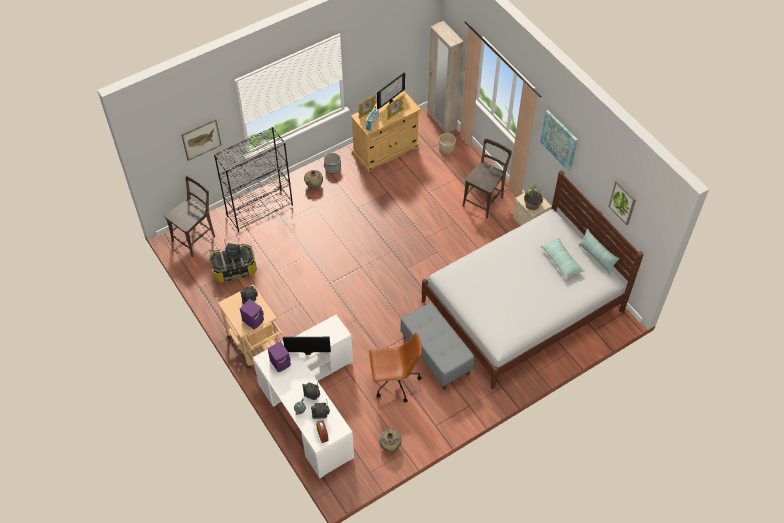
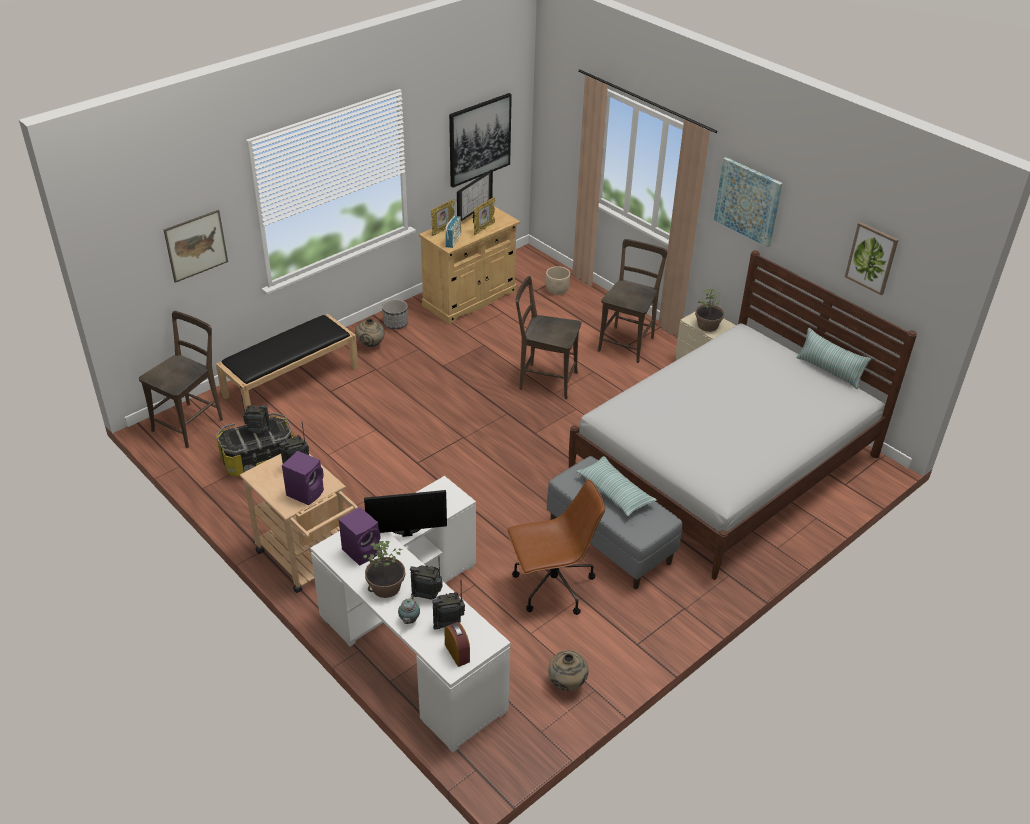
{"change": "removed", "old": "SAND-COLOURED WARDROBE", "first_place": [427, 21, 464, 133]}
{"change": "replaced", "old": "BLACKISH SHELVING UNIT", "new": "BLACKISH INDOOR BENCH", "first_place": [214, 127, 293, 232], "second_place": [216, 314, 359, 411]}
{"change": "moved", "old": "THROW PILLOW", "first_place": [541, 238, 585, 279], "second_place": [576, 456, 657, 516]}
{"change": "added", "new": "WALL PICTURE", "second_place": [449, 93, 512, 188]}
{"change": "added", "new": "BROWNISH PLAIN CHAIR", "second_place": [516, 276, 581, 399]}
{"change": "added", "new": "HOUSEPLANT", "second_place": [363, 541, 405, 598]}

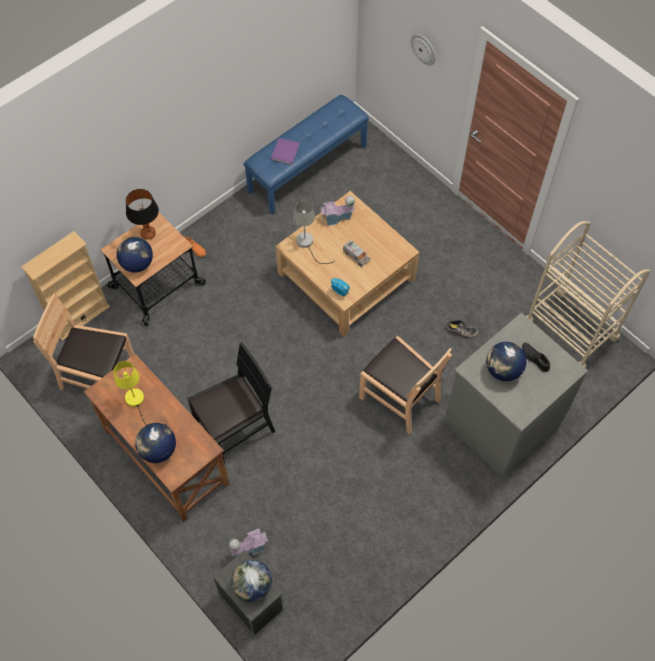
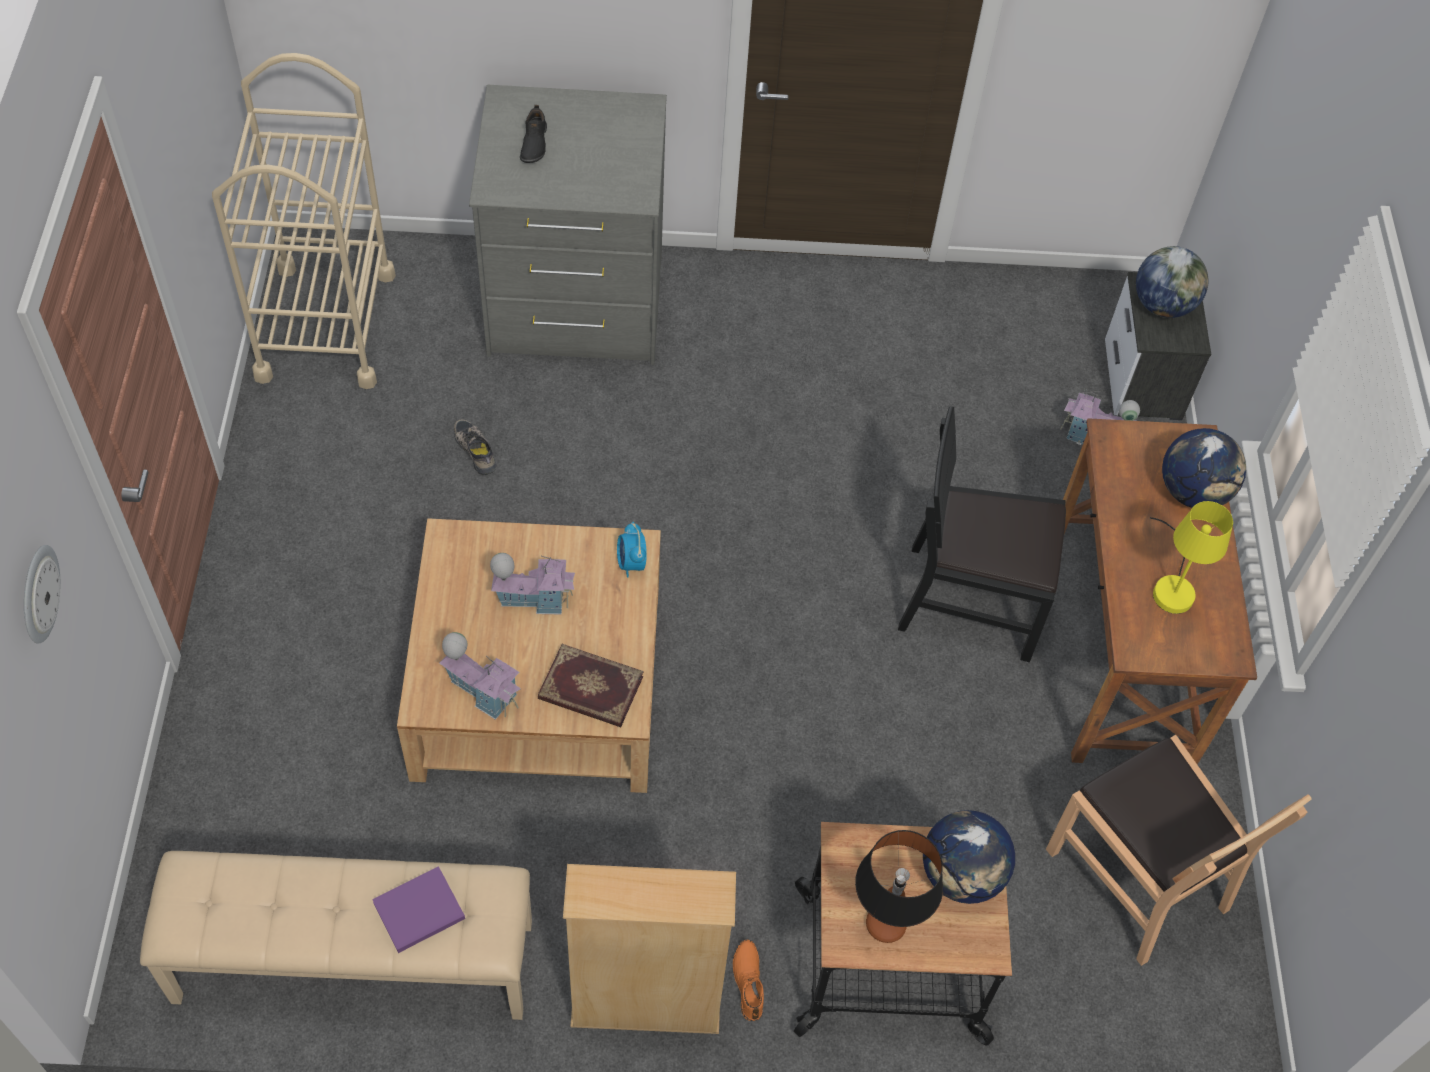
{"change": "recoloured", "old": "BLUISH INDOOR BENCH", "new": "SAND-COLOURED INDOOR BENCH", "first_place": [243, 95, 369, 215], "second_place": [140, 851, 532, 1020]}
{"change": "replaced", "old": "GREYISH TABLE LAMP", "new": "VOLUME", "first_place": [293, 201, 335, 264], "second_place": [538, 644, 643, 727]}
{"change": "moved", "old": "SAND-COLOURED SHELVING UNIT", "first_place": [21, 231, 110, 341], "second_place": [563, 864, 736, 1034]}
{"change": "replaced", "old": "TOY TRUCK", "new": "MODEL HOUSE", "first_place": [343, 240, 370, 266], "second_place": [490, 553, 575, 615]}
{"change": "removed", "old": "BROWNISH PLAIN CHAIR", "first_place": [359, 336, 452, 434]}
{"change": "removed", "old": "DESK GLOBE", "first_place": [486, 342, 527, 381]}

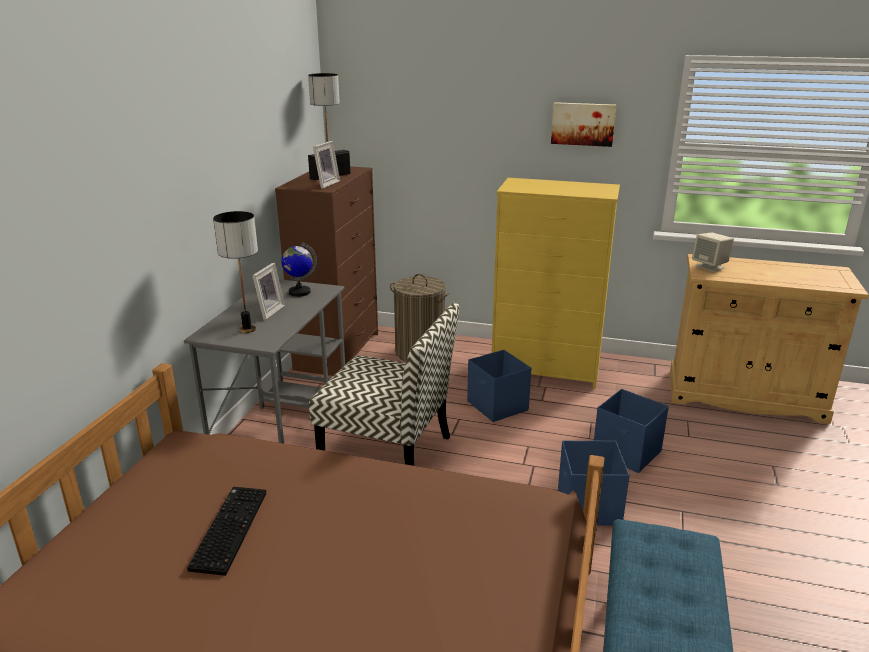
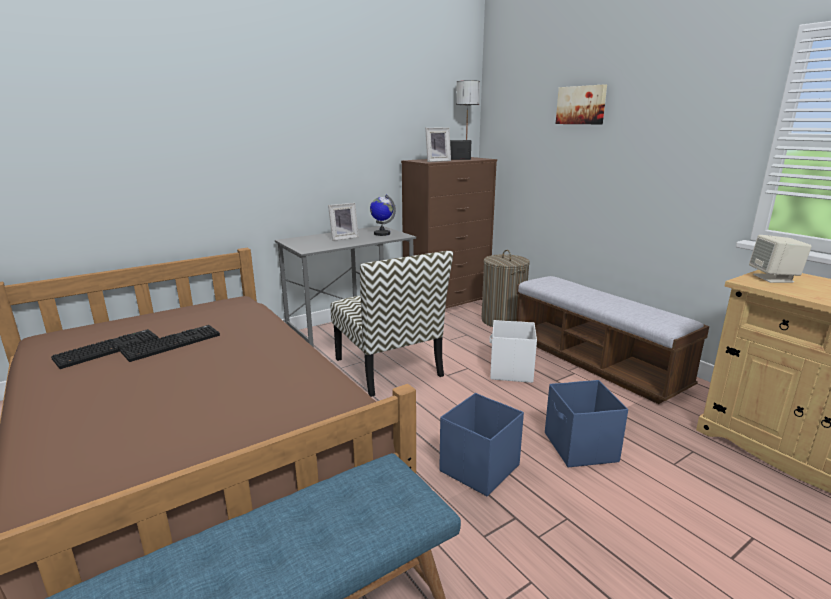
{"change": "moved", "old": "WALL PICTURE", "first_place": [551, 102, 616, 147], "second_place": [556, 84, 607, 124]}
{"change": "replaced", "old": "YELLOW DRESSER", "new": "INDOOR BENCH", "first_place": [492, 178, 620, 389], "second_place": [516, 276, 709, 404]}
{"change": "removed", "old": "TABLE LAMP", "first_place": [213, 211, 258, 333]}
{"change": "recoloured", "old": "BLUISH STORAGE BOX", "new": "WHITE-COLOURED STORAGE BOX", "first_place": [467, 350, 531, 422], "second_place": [490, 320, 537, 383]}
{"change": "added", "new": "KEYBOARD", "second_place": [51, 329, 159, 369]}

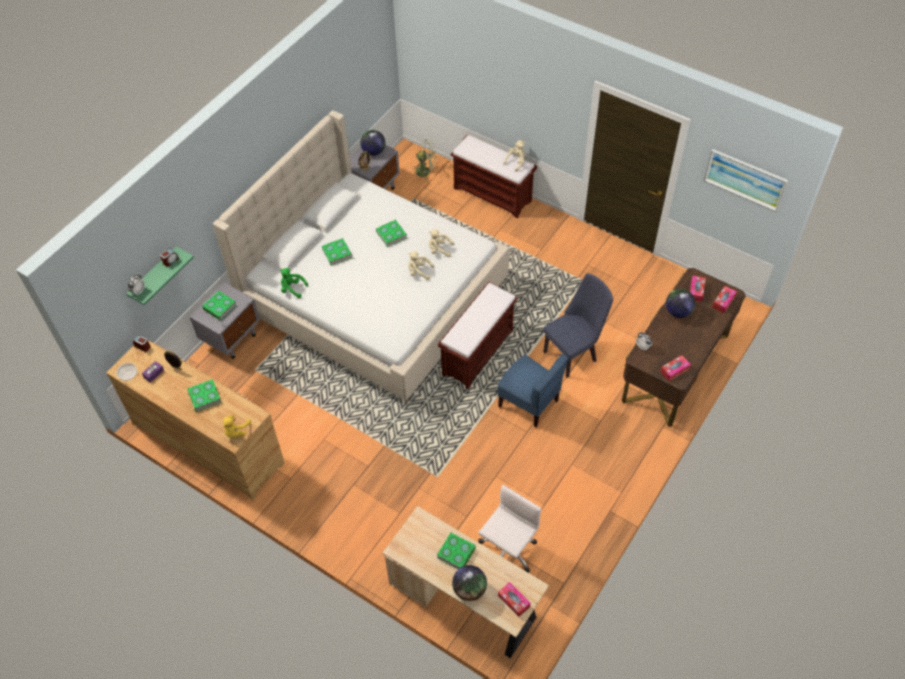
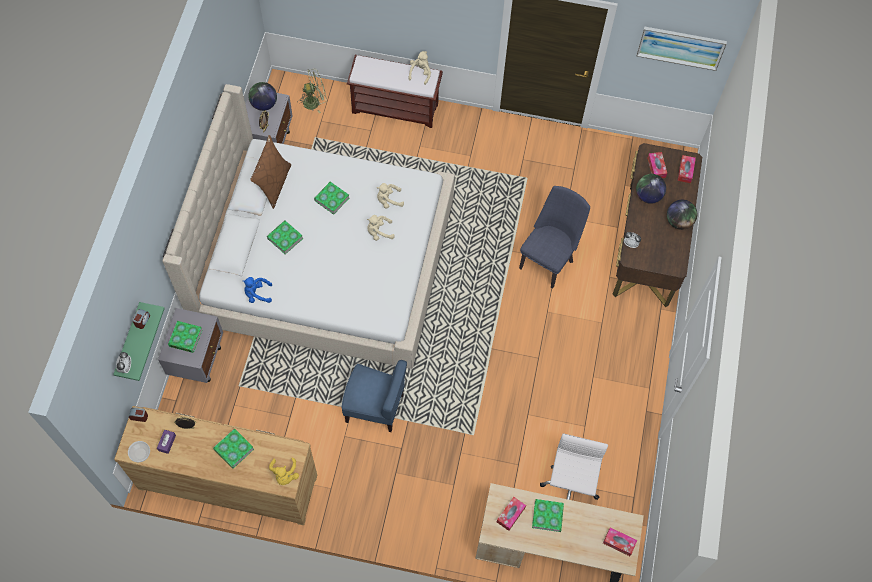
{"change": "recoloured", "old": "GREEN SOFT TOY", "new": "BLUISH SOFT TOY", "first_place": [280, 268, 308, 298], "second_place": [243, 277, 272, 303]}
{"change": "removed", "old": "BROWNISH INDOOR BENCH", "first_place": [438, 282, 518, 389]}
{"change": "moved", "old": "BLUISH PLAIN CHAIR", "first_place": [498, 354, 568, 427], "second_place": [342, 360, 407, 432]}
{"change": "moved", "old": "TISSUE BOX", "first_place": [660, 355, 691, 381], "second_place": [497, 497, 526, 531]}
{"change": "moved", "old": "DESK GLOBE", "first_place": [452, 565, 487, 601], "second_place": [667, 200, 697, 230]}
{"change": "added", "new": "BROWNISH THROW PILLOW", "second_place": [250, 135, 291, 209]}

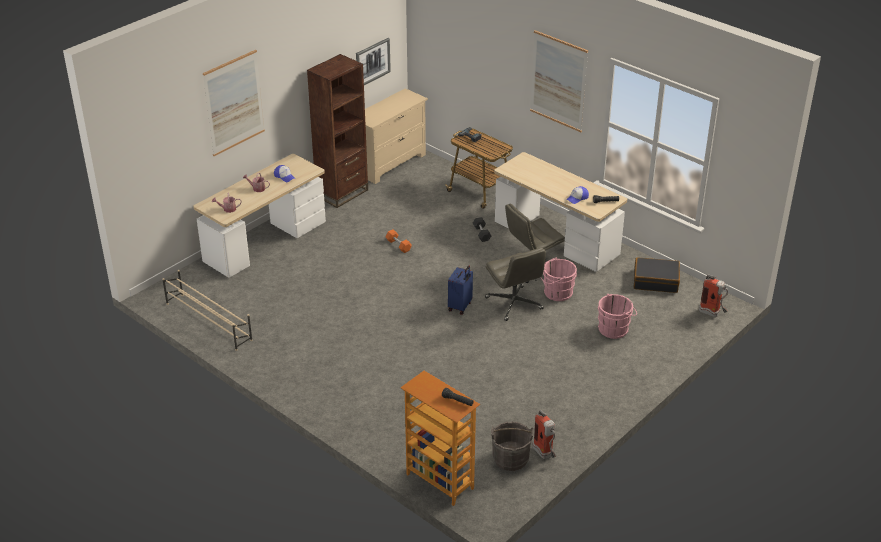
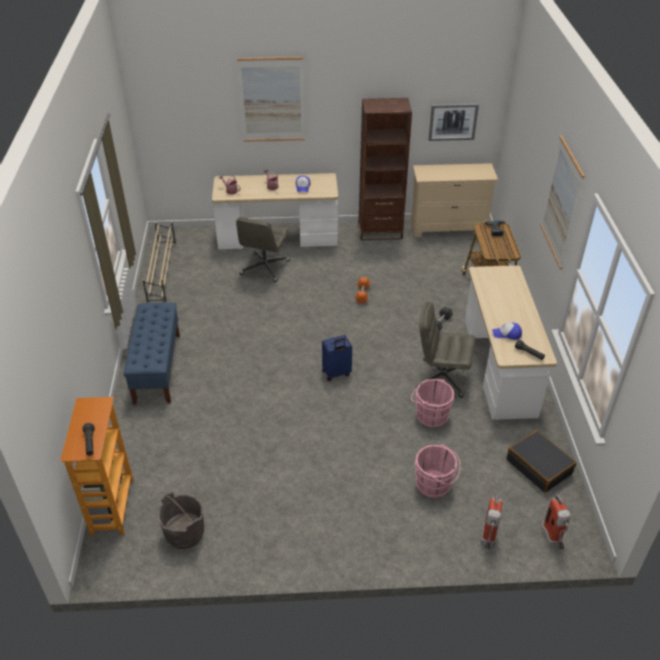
{"change": "moved", "old": "GREYISH DESK CHAIR", "first_place": [485, 247, 546, 321], "second_place": [236, 217, 290, 282]}
{"change": "moved", "old": "EXTINGUISHER", "first_place": [532, 410, 556, 460], "second_place": [481, 495, 502, 549]}
{"change": "added", "new": "BLUISH INDOOR BENCH", "second_place": [124, 302, 180, 405]}

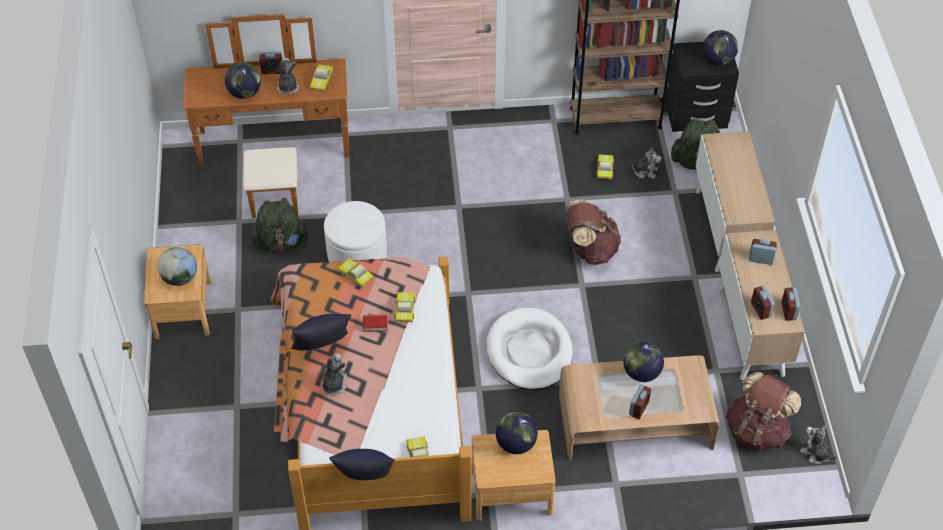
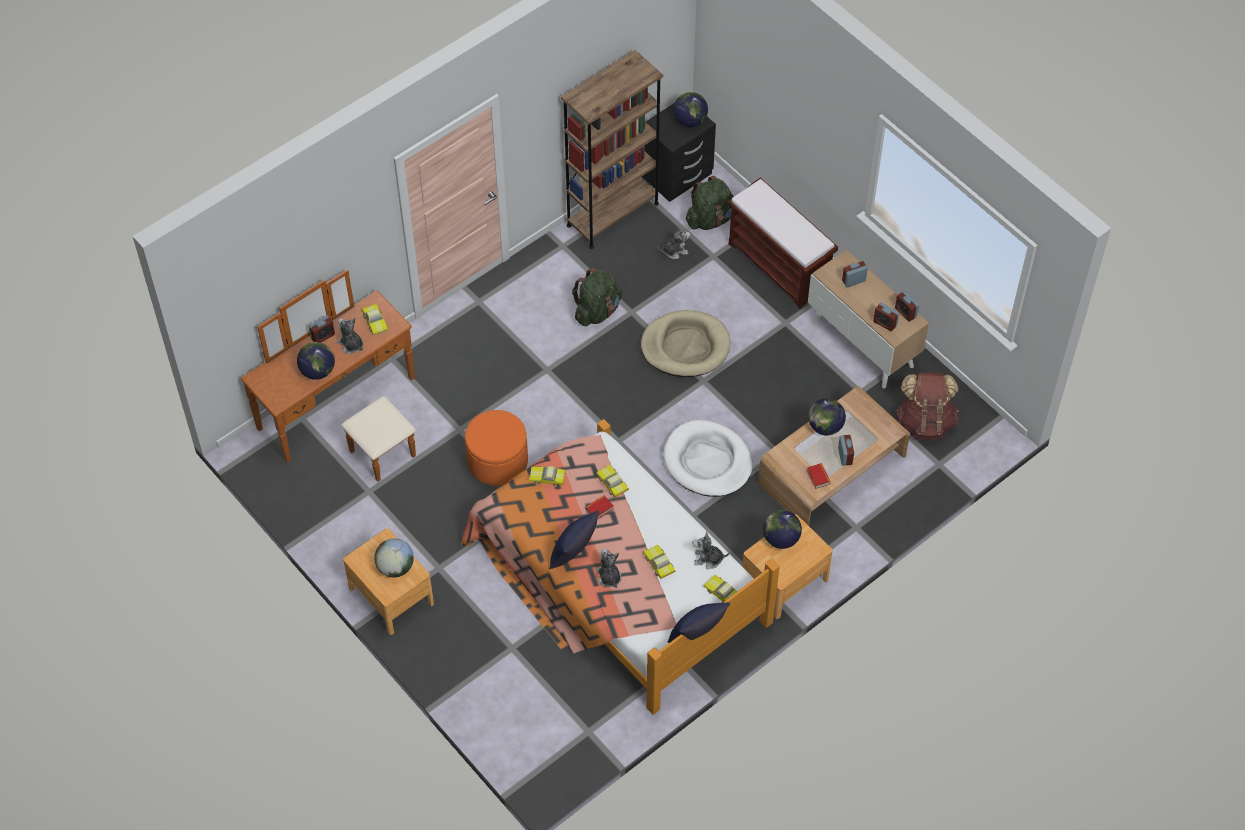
{"change": "replaced", "old": "CUPBOARD", "new": "BROWNISH INDOOR BENCH", "first_place": [696, 131, 775, 272], "second_place": [728, 178, 838, 309]}
{"change": "moved", "old": "MINIATURE CAR", "first_place": [596, 154, 614, 179], "second_place": [643, 545, 676, 579]}
{"change": "moved", "old": "GREEN KNAPSACK", "first_place": [251, 198, 309, 253], "second_place": [572, 268, 622, 326]}
{"change": "replaced", "old": "BROWNISH KNAPSACK", "new": "SAND-COLOURED DOG CUSHION", "first_place": [565, 199, 621, 265], "second_place": [641, 310, 731, 377]}
{"change": "recoloured", "old": "WHITE-COLOURED FOOTREST", "new": "ORANGE FOOTREST", "first_place": [324, 201, 387, 262], "second_place": [465, 410, 528, 486]}
{"change": "moved", "old": "SOFT TOY", "first_place": [800, 425, 836, 464], "second_place": [692, 531, 729, 569]}
{"change": "added", "new": "VOLUME", "second_place": [807, 463, 830, 489]}

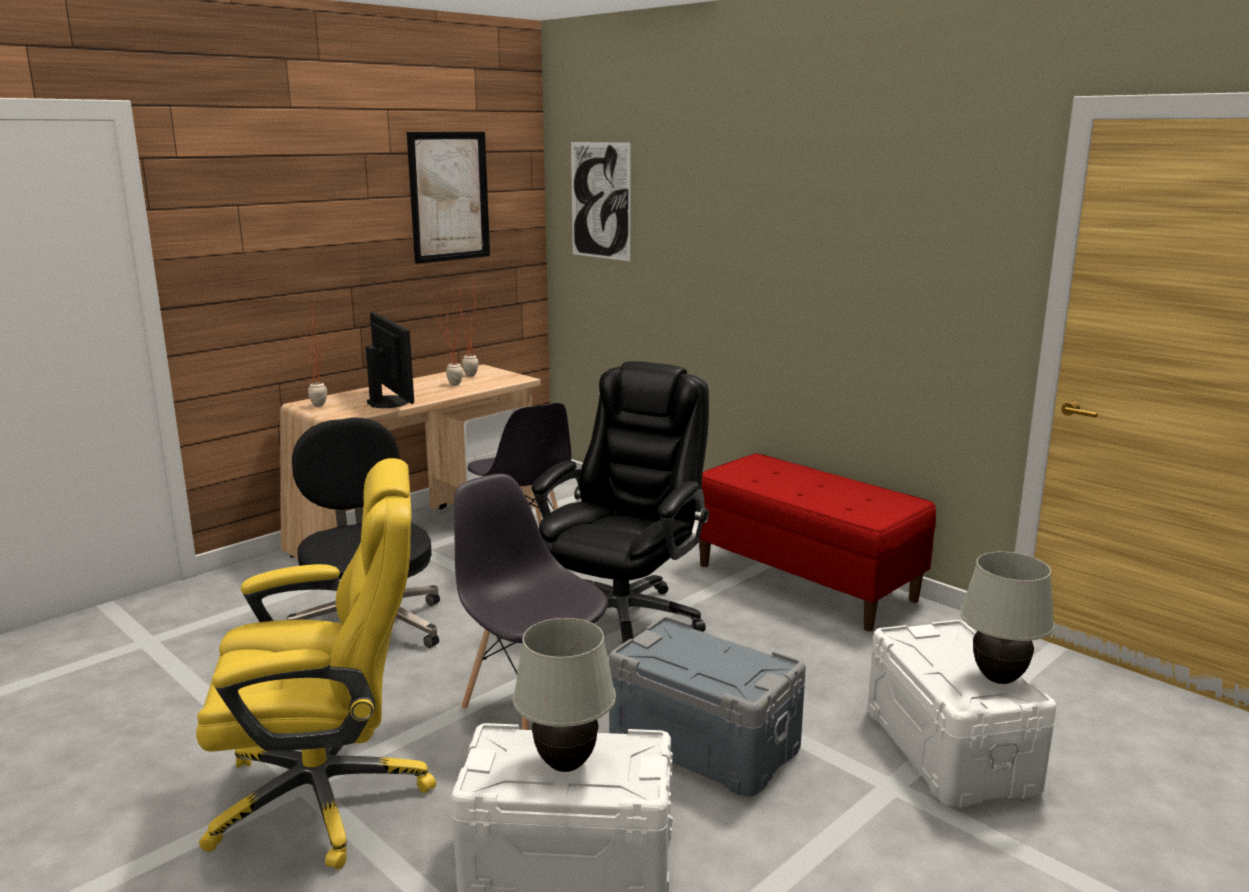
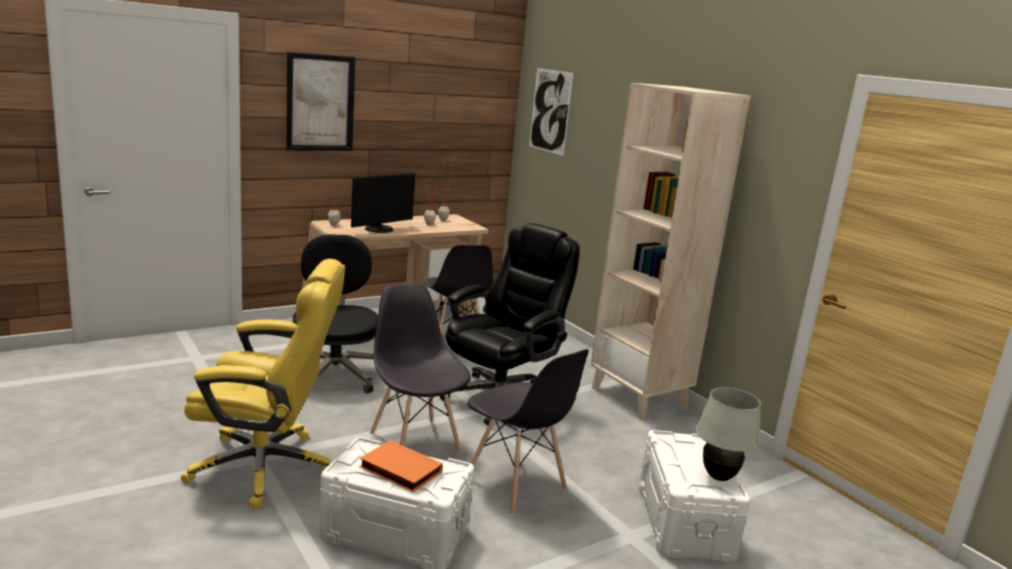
{"change": "moved", "old": "WALL PICTURE", "first_place": [407, 132, 490, 264], "second_place": [286, 52, 355, 151]}
{"change": "turned", "old": "MONITOR", "first_place": [366, 312, 414, 408], "second_place": [351, 173, 415, 233], "degrees": 60}
{"change": "replaced", "old": "RED-COLOURED INDOOR BENCH", "new": "SAND-COLOURED SHELVING UNIT", "first_place": [699, 453, 936, 631], "second_place": [591, 83, 751, 420]}
{"change": "replaced", "old": "GREYISH STORAGE BOX", "new": "GREYISH PLAIN CHAIR", "first_place": [609, 617, 806, 797], "second_place": [467, 349, 589, 515]}
{"change": "replaced", "old": "WHITE-COLOURED TABLE LAMP", "new": "ORANGE VOLUME", "first_place": [513, 618, 616, 772], "second_place": [359, 440, 443, 492]}

